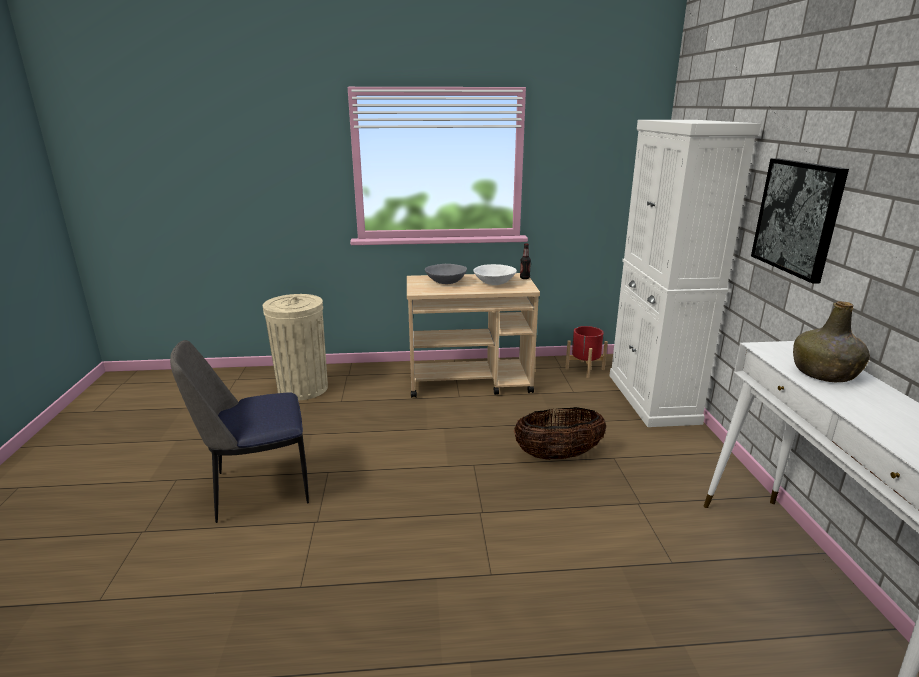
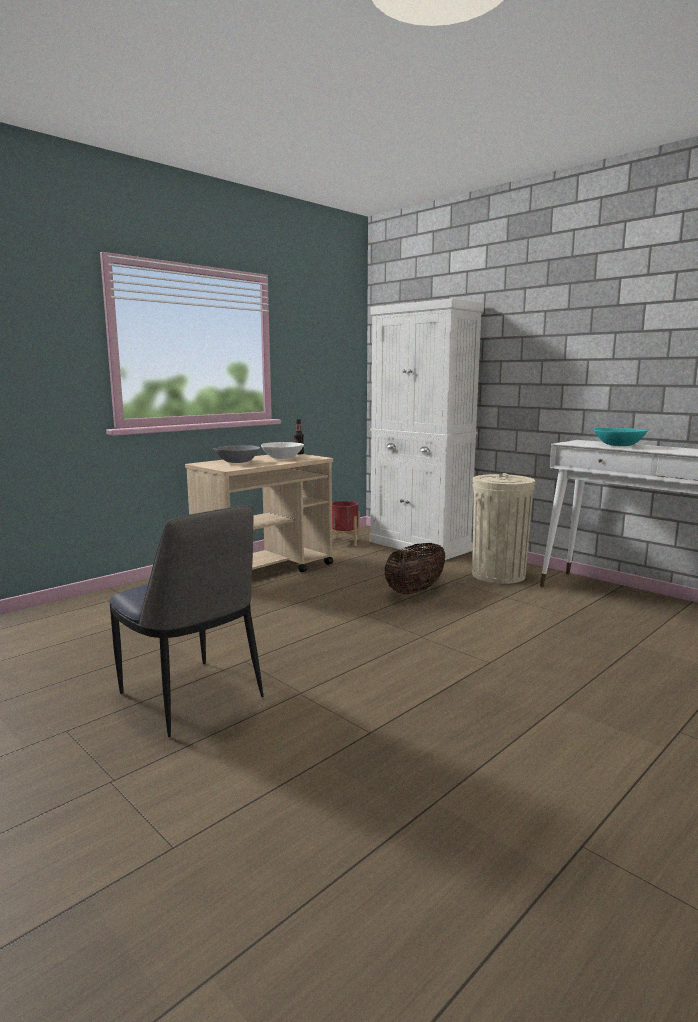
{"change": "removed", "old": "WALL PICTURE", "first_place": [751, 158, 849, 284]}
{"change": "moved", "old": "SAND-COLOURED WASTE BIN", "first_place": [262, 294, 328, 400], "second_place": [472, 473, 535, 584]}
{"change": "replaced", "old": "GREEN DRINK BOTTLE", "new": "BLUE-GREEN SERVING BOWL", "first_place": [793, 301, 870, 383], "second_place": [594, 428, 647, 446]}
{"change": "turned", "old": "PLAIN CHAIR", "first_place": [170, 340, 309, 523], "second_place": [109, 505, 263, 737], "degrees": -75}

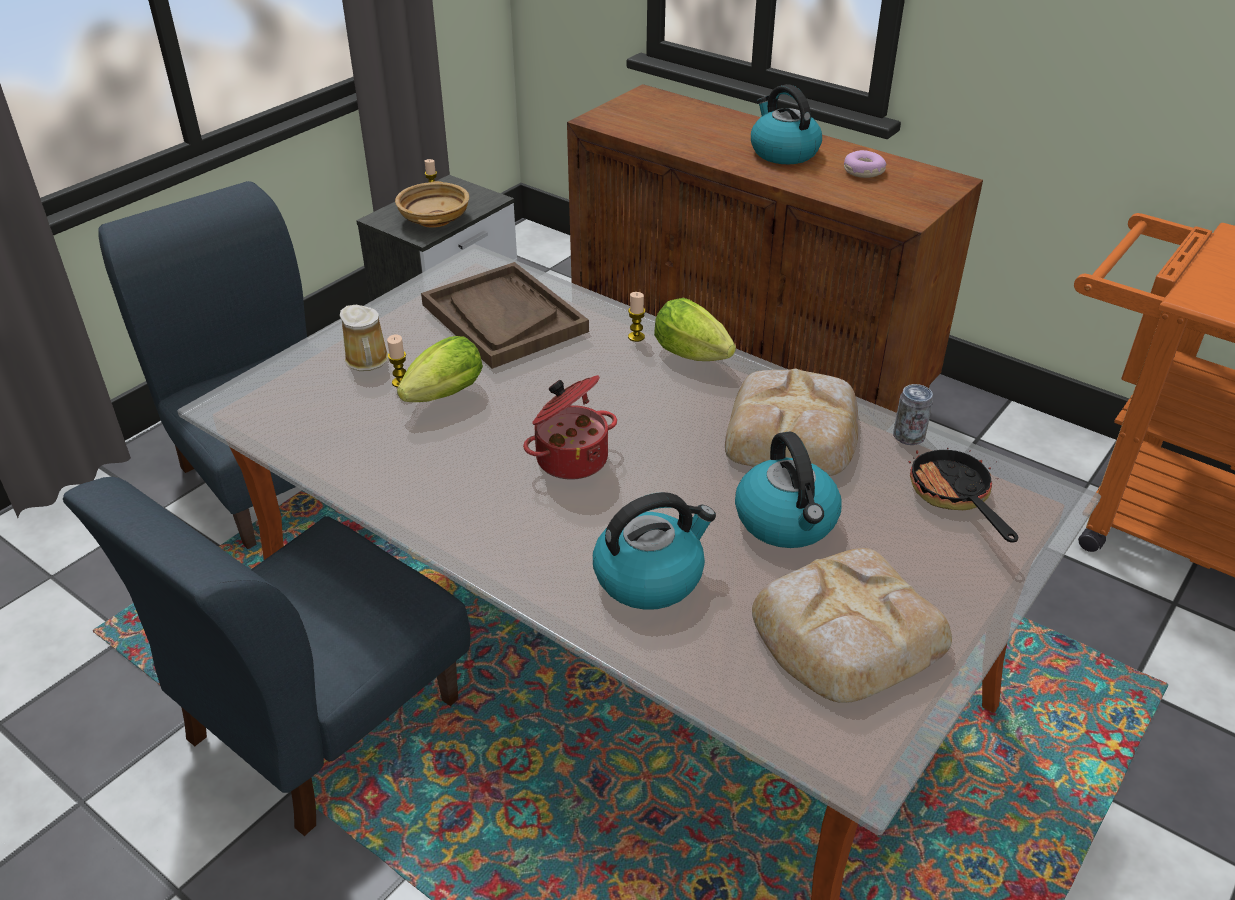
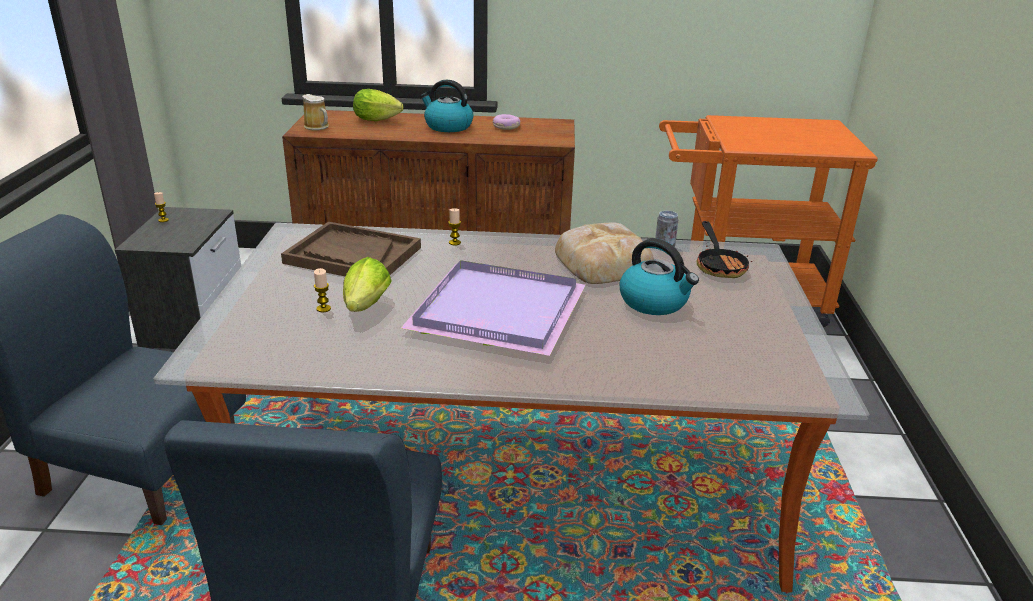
{"change": "removed", "old": "SAND-COLOURED SERVING BOWL", "first_place": [395, 181, 469, 228]}
{"change": "moved", "old": "LETTUCE", "first_place": [654, 298, 736, 361], "second_place": [353, 89, 403, 121]}
{"change": "moved", "old": "COFFEE MUG", "first_place": [340, 305, 388, 371], "second_place": [302, 94, 329, 130]}
{"change": "replaced", "old": "SAUCEPOT", "new": "PURPLE TRAY", "first_place": [523, 375, 617, 480], "second_place": [401, 260, 586, 356]}
{"change": "turned", "old": "FRYING PAN", "first_place": [909, 448, 1018, 543], "second_place": [697, 221, 752, 278], "degrees": -135}
{"change": "removed", "old": "KETTLE", "first_place": [593, 492, 716, 610]}
{"change": "removed", "old": "BREAD", "first_place": [752, 548, 952, 703]}

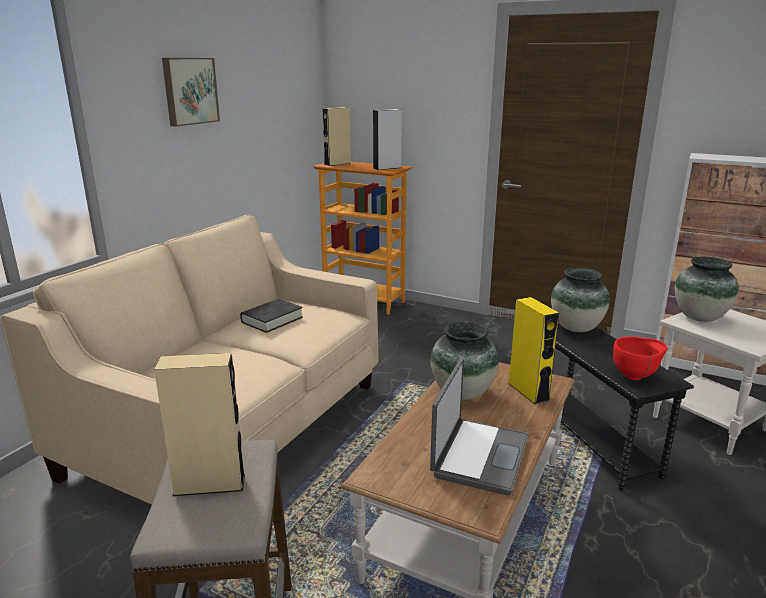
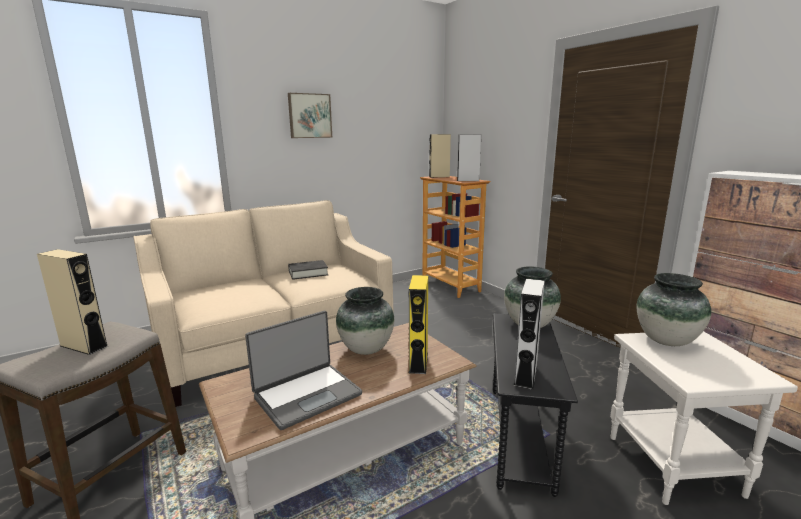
{"change": "replaced", "old": "RED-COLOURED SERVING BOWL", "new": "GREYISH LOUDSPEAKER", "first_place": [613, 336, 667, 380], "second_place": [514, 279, 545, 390]}

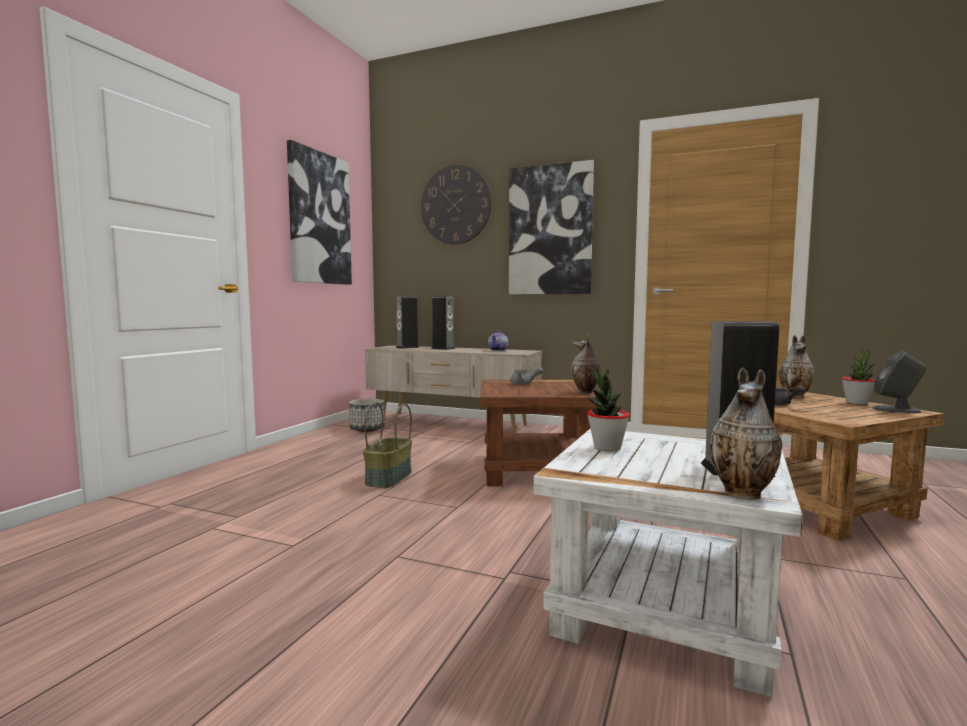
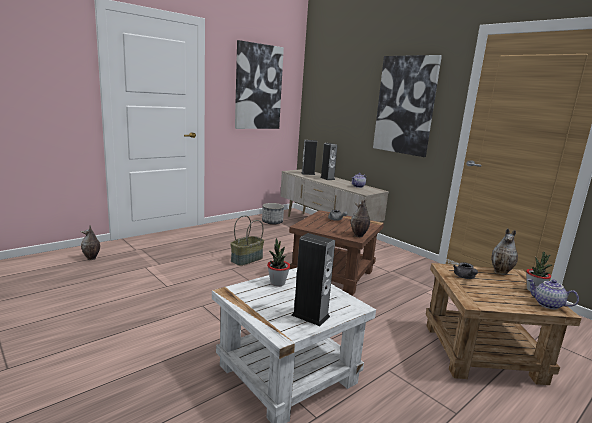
{"change": "removed", "old": "WALL CLOCK", "first_place": [421, 165, 492, 244]}
{"change": "replaced", "old": "GREYISH LOUDSPEAKER", "new": "TEA POT", "first_place": [873, 351, 926, 413], "second_place": [527, 279, 579, 309]}
{"change": "moved", "old": "DECORATIVE VASE", "first_place": [710, 367, 782, 500], "second_place": [80, 225, 100, 260]}

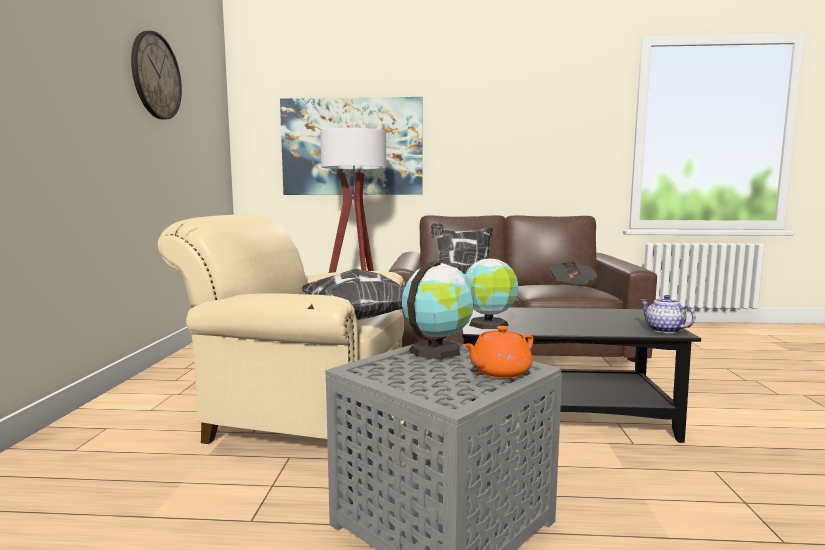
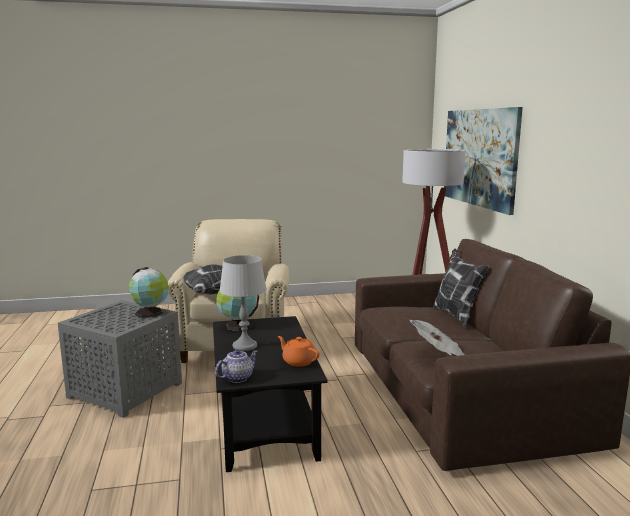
{"change": "removed", "old": "WALL CLOCK", "first_place": [131, 31, 182, 120]}
{"change": "moved", "old": "ORANGE TEA POT", "first_place": [463, 326, 534, 378], "second_place": [278, 336, 320, 367]}
{"change": "added", "new": "GREYISH TABLE LAMP", "second_place": [219, 255, 267, 351]}

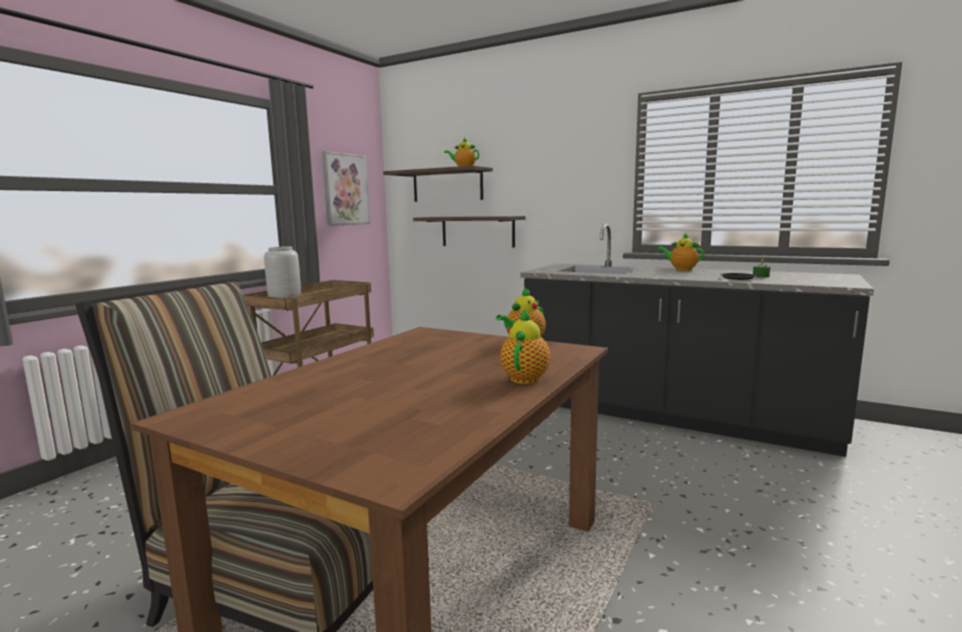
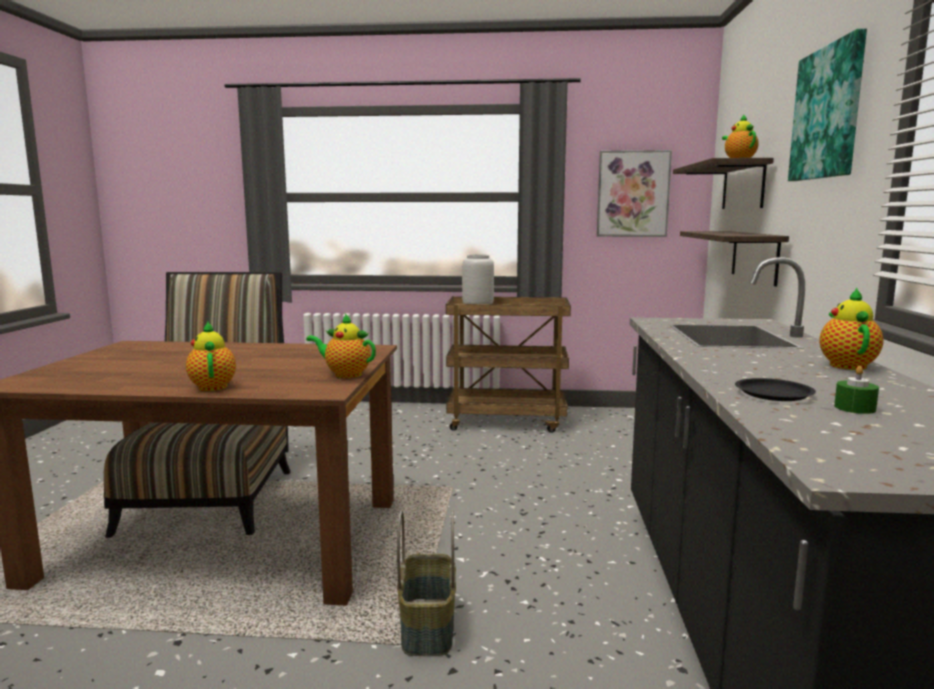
{"change": "turned", "old": "TEA POT", "first_place": [500, 309, 550, 384], "second_place": [186, 322, 236, 391], "degrees": -105}
{"change": "added", "new": "WALL PICTURE", "second_place": [788, 29, 867, 181]}
{"change": "added", "new": "HOUSEHOLD BASKET", "second_place": [397, 510, 456, 656]}

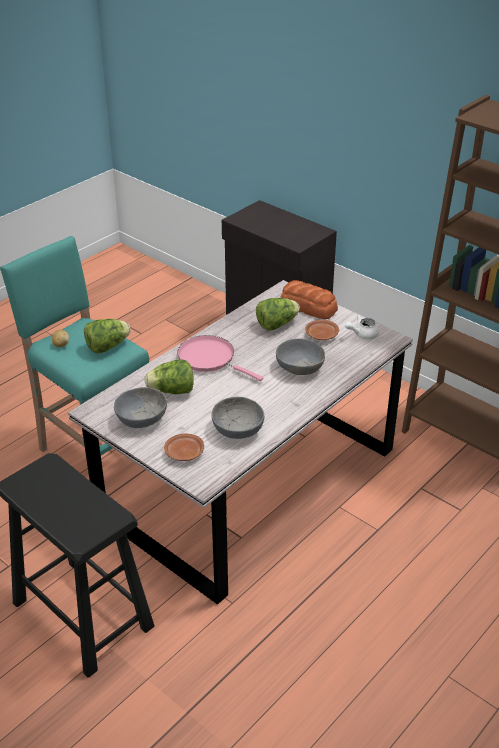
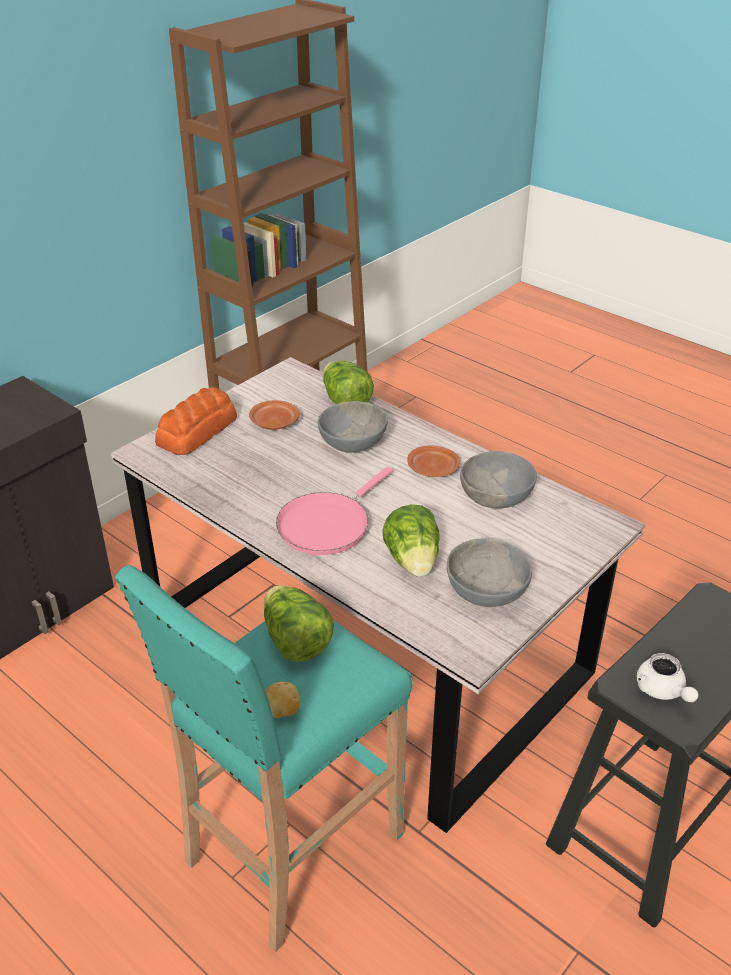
{"change": "moved", "old": "LETTUCE", "first_place": [256, 298, 300, 330], "second_place": [323, 360, 374, 404]}
{"change": "moved", "old": "WHITE-COLOURED TEA POT", "first_place": [345, 314, 379, 339], "second_place": [637, 653, 698, 702]}
{"change": "moved", "old": "BROWNISH FLAT DISH", "first_place": [164, 434, 204, 461], "second_place": [407, 446, 460, 477]}

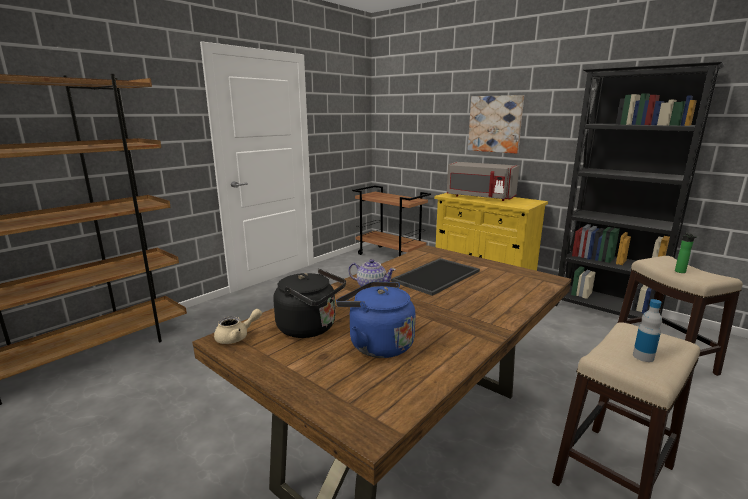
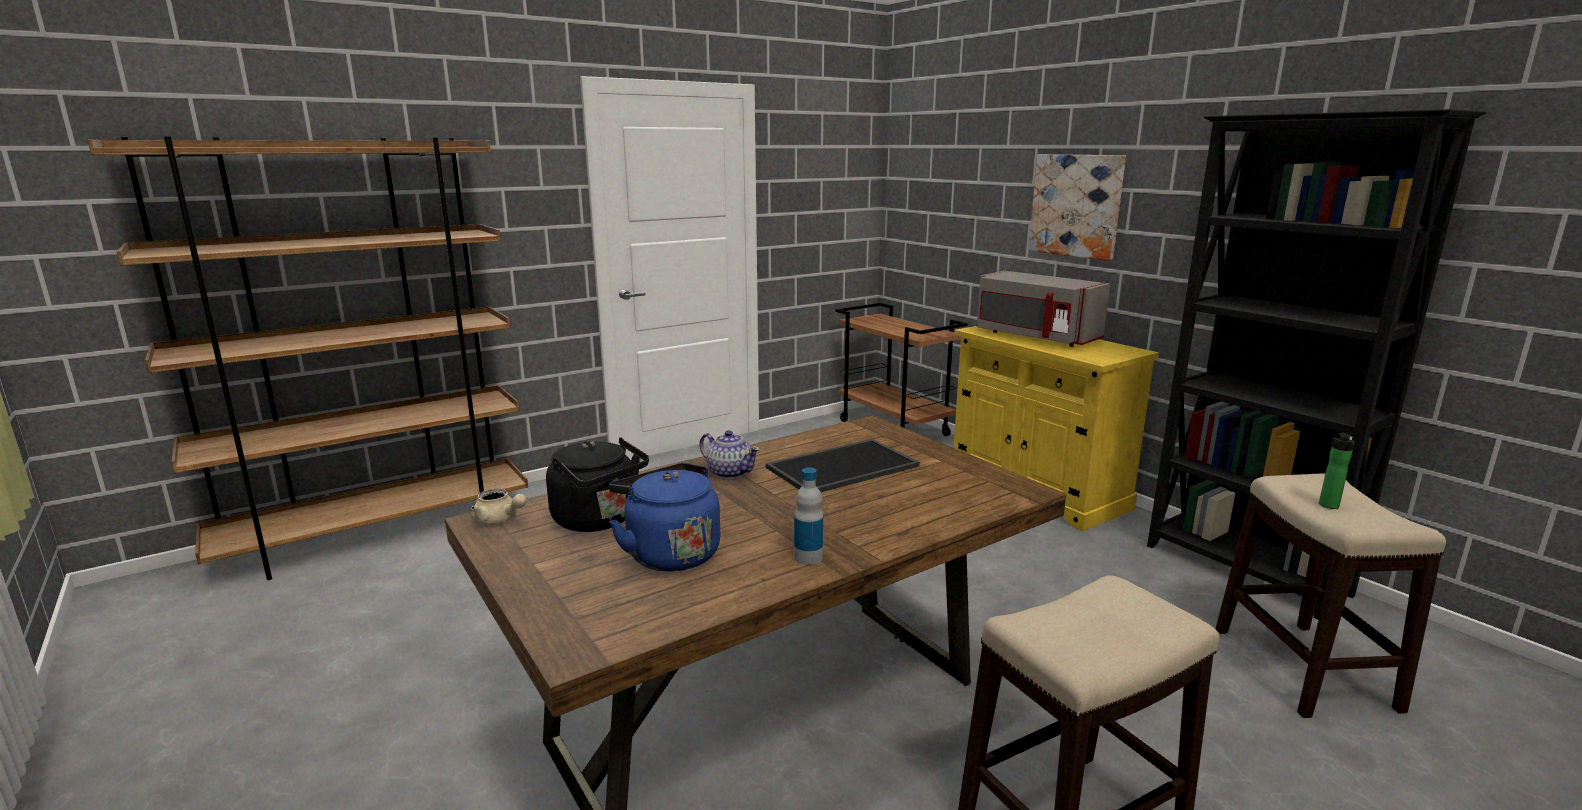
{"change": "moved", "old": "DRINK BOTTLE", "first_place": [633, 299, 662, 362], "second_place": [794, 468, 823, 565]}
{"change": "turned", "old": "SAND-COLOURED TEA POT", "first_place": [214, 309, 262, 344], "second_place": [471, 489, 527, 524], "degrees": 45}

